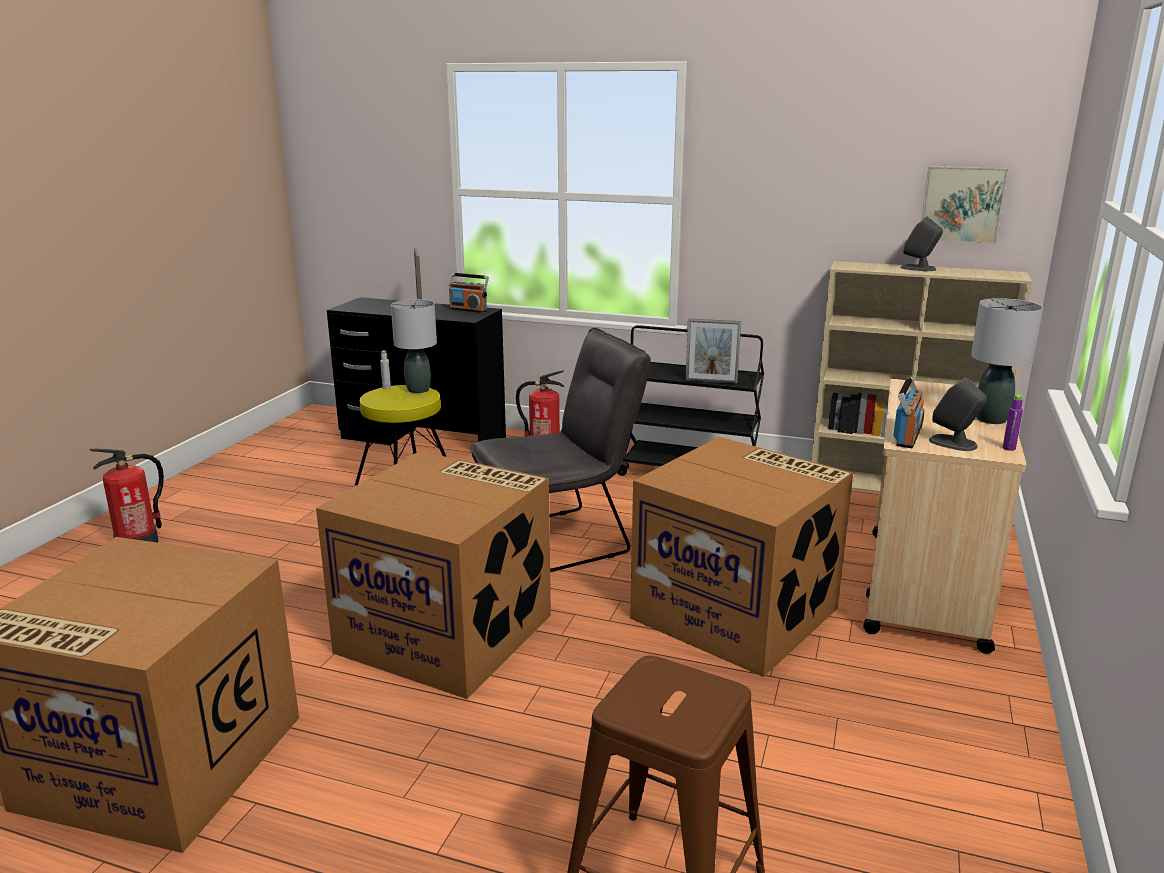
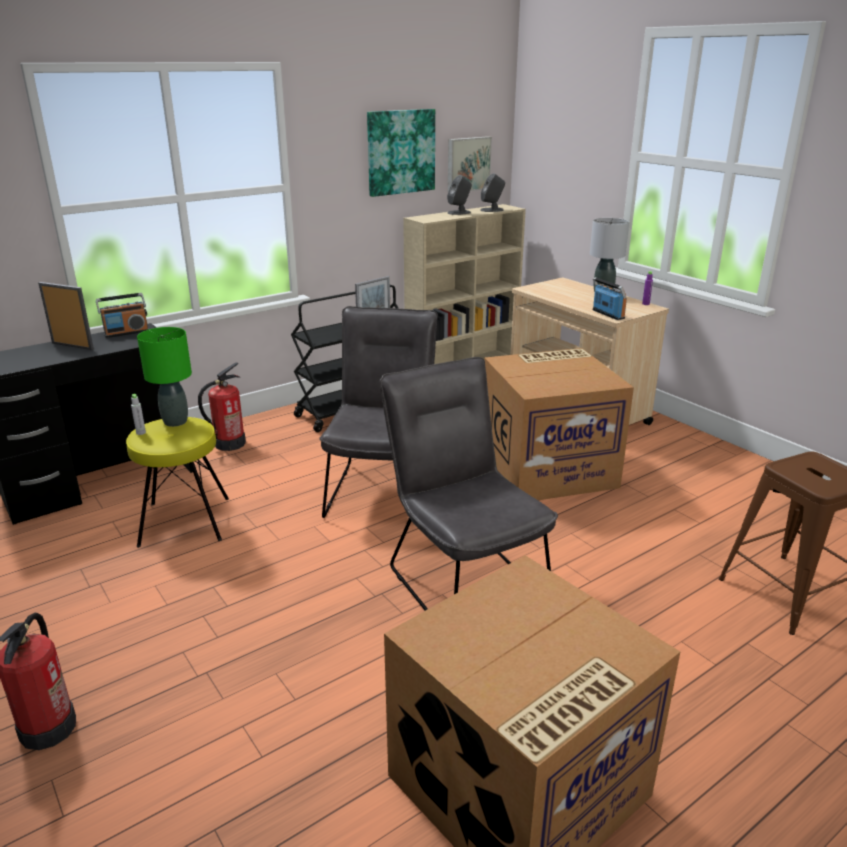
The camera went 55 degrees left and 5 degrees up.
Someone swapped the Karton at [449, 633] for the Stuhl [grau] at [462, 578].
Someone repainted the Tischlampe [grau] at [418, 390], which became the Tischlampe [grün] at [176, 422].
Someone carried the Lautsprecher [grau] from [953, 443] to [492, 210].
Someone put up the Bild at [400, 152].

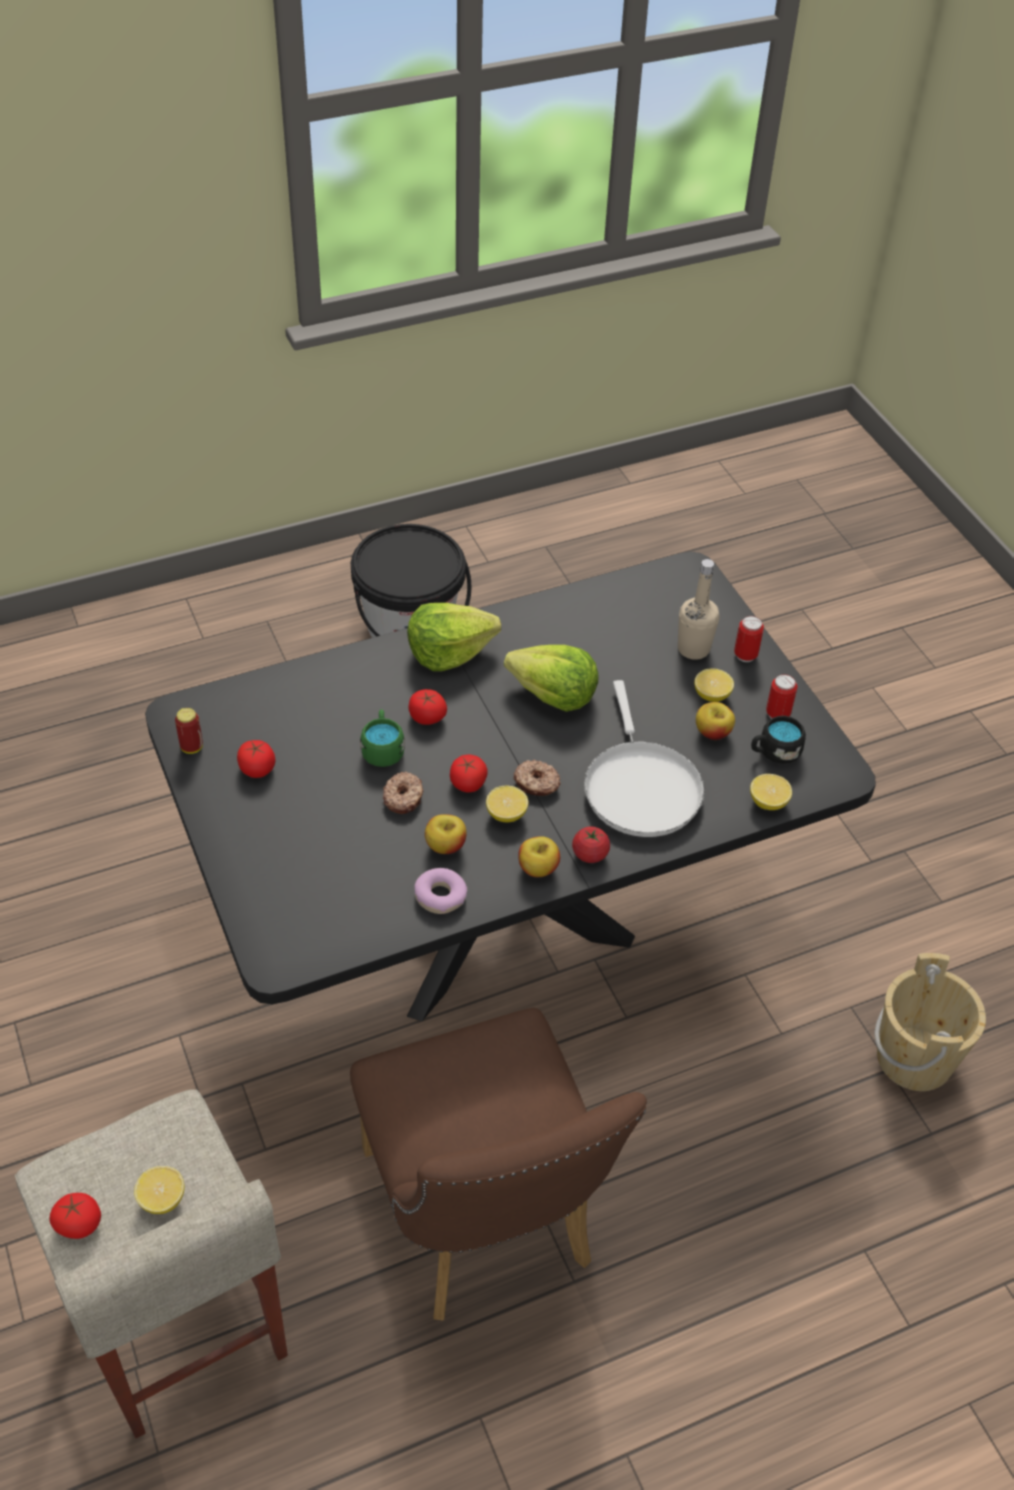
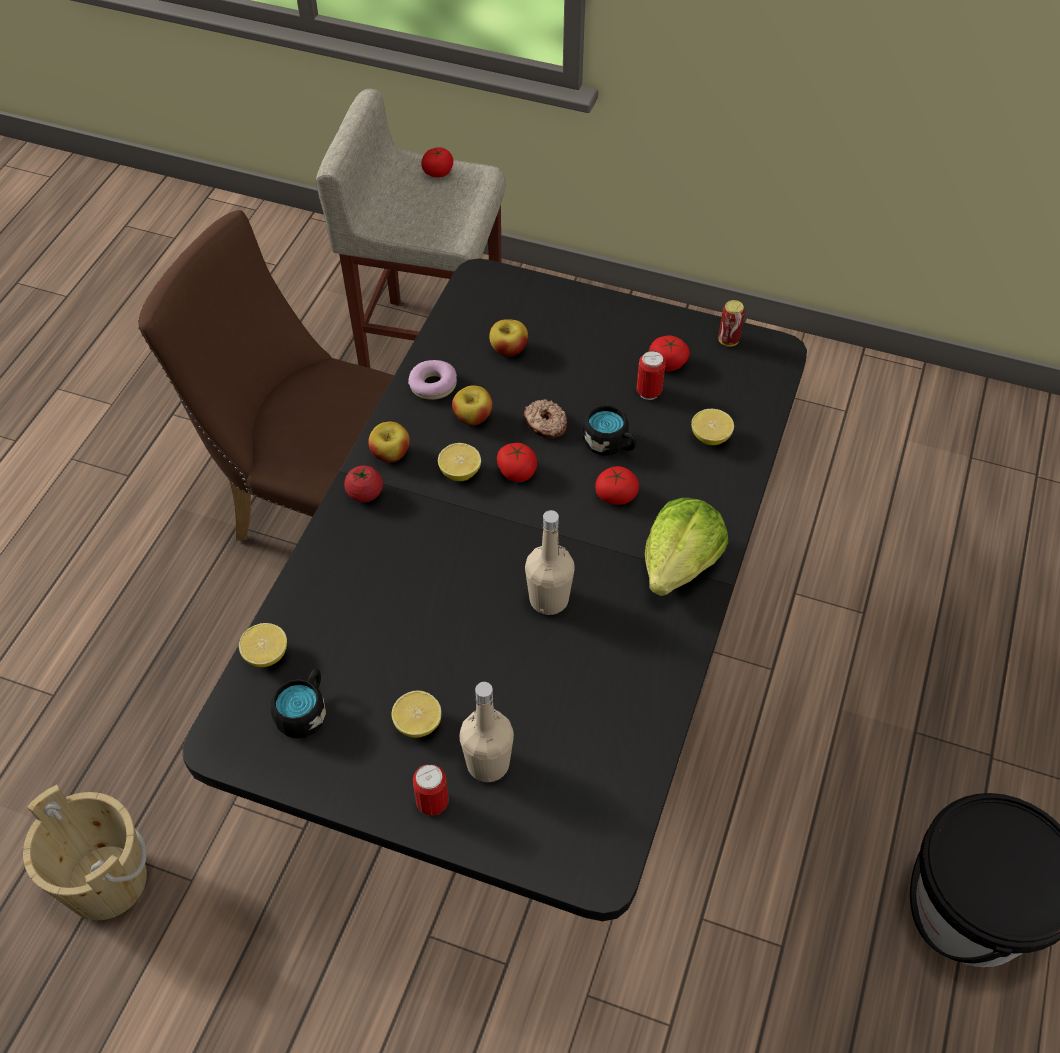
The camera went 135 degrees right and 5 degrees up.
Someone carried the Zitrone from [162, 1199] to [710, 437].
Someone repainted the Henkelbecher [grün] at [382, 748], which became the Henkelbecher [schwarz] at [610, 444].
Someone swapped the Salatkopf at [553, 695] for the Flasche [beige] at [549, 599].
Someone took away the Donut at [536, 783].
Someone took away the Pfanne [weiß] at [640, 787].
Someone carried the Apfel from [712, 732] to [508, 349].
Someone carried the Dose from [777, 714] to [648, 392].

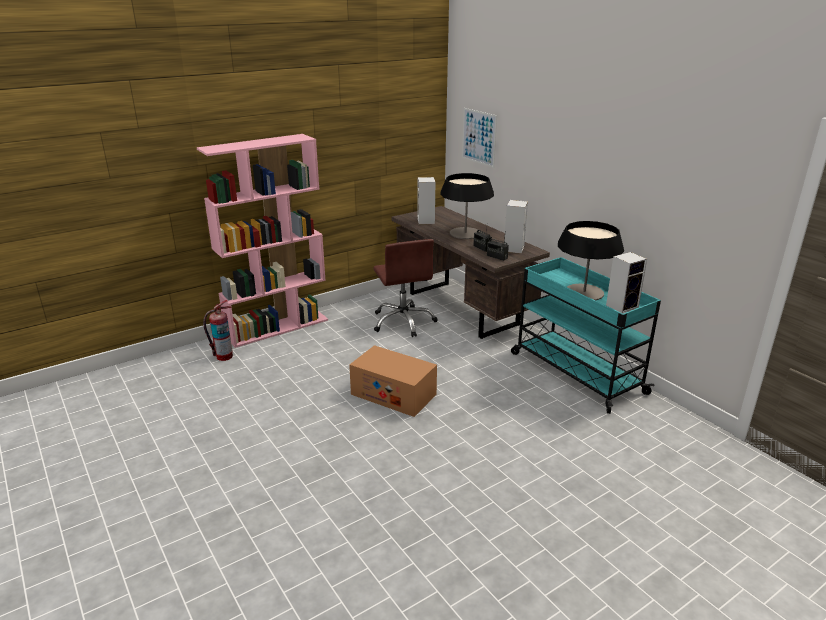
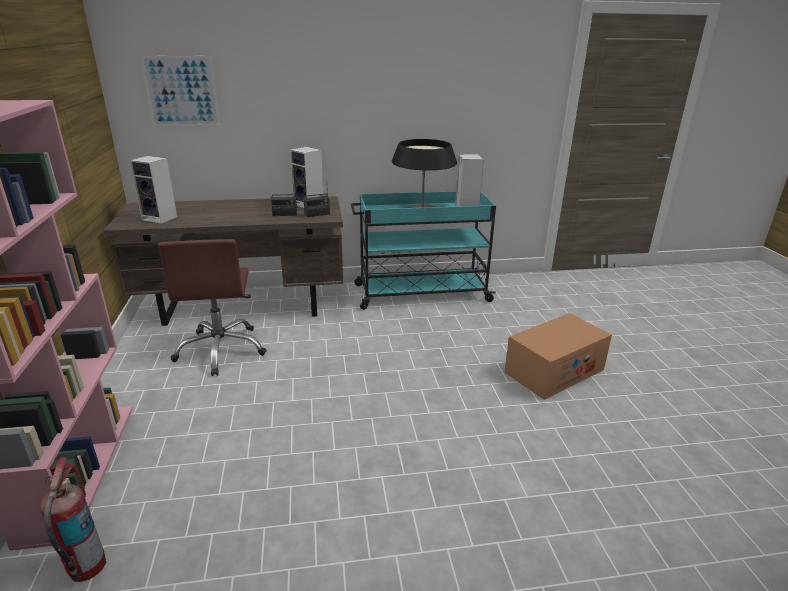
The camera went 65 degrees left and 0 degrees up.
Someone carried the Karton from [393, 394] to [554, 371].
Someone rotated the Bürostuhl [braun] at [403, 321] by 75 degrees clockwise.
Someone took away the Tischlampe at [465, 233].

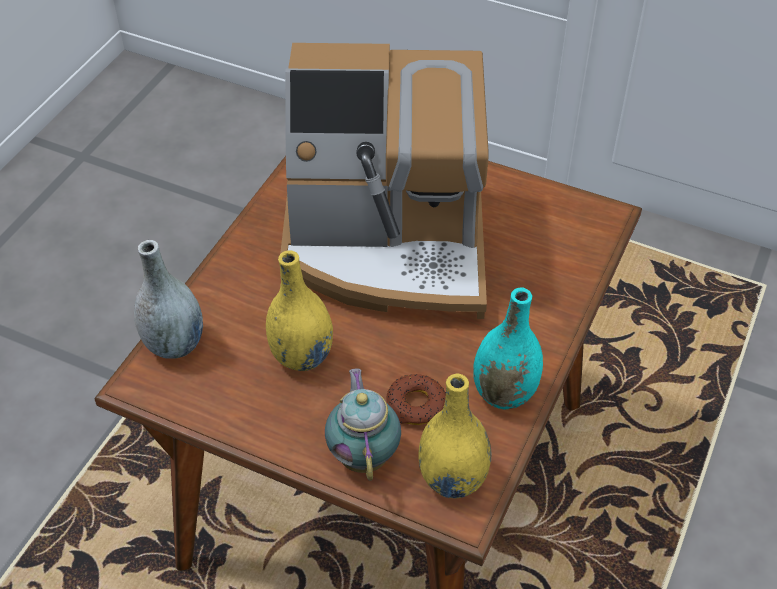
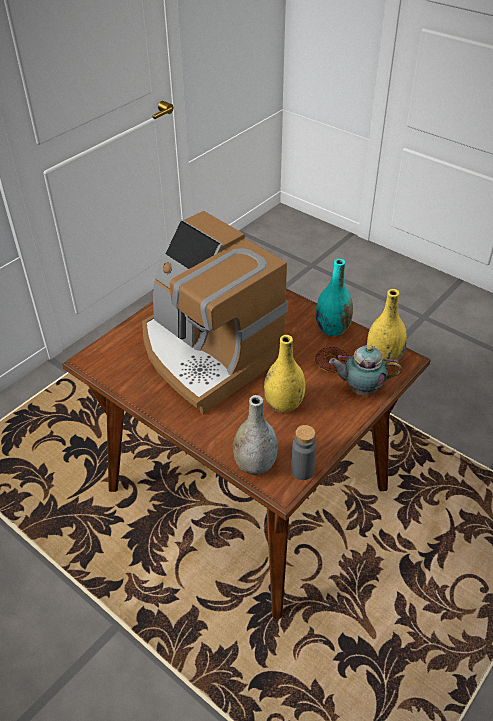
The camera went 75 degrees left and 5 degrees down.
Someone rotated the Kaffeemaschine at [388, 246] by 120 degrees clockwise.
Someone put down the Flasche [grau] at [302, 471].

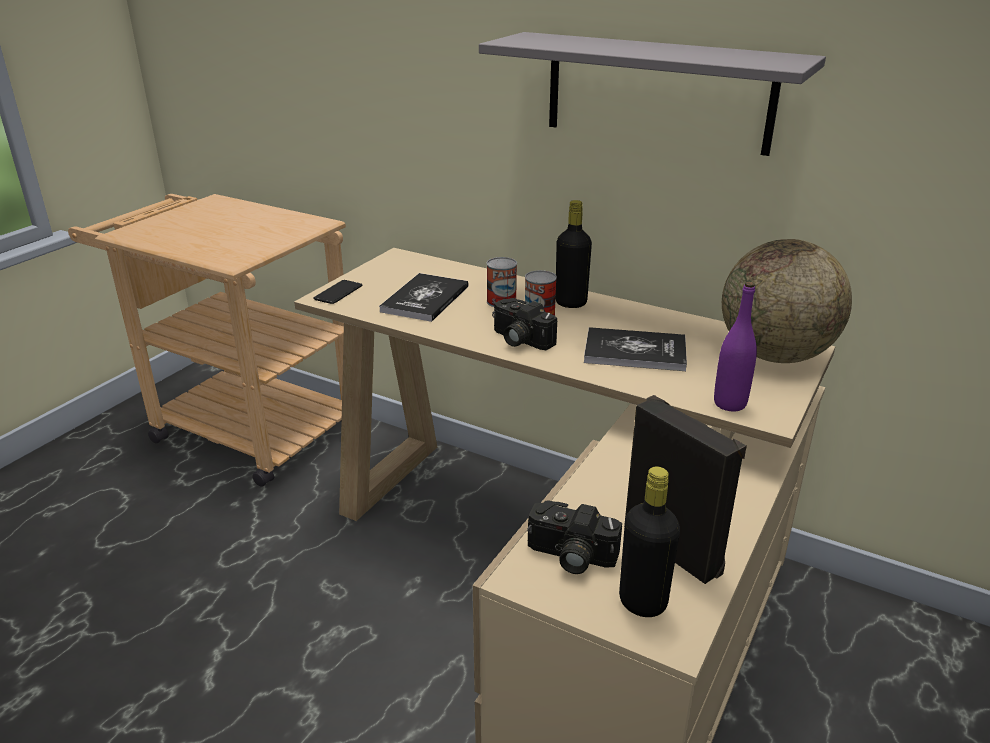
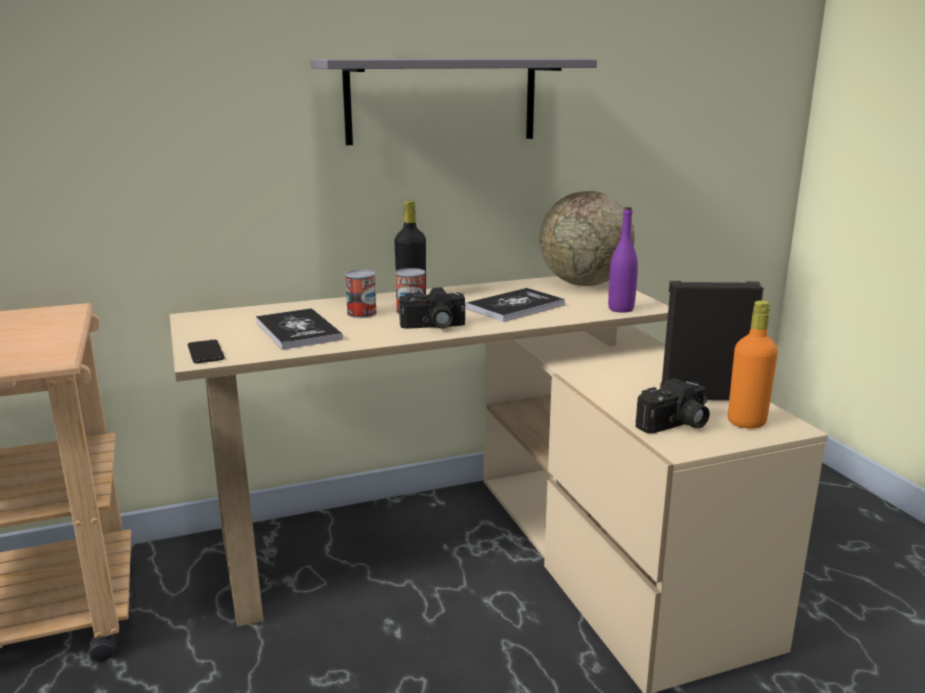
The camera went 50 degrees left and 10 degrees down.
Someone repainted the Flasche [schwarz] at [642, 602], which became the Flasche [orange] at [746, 422].

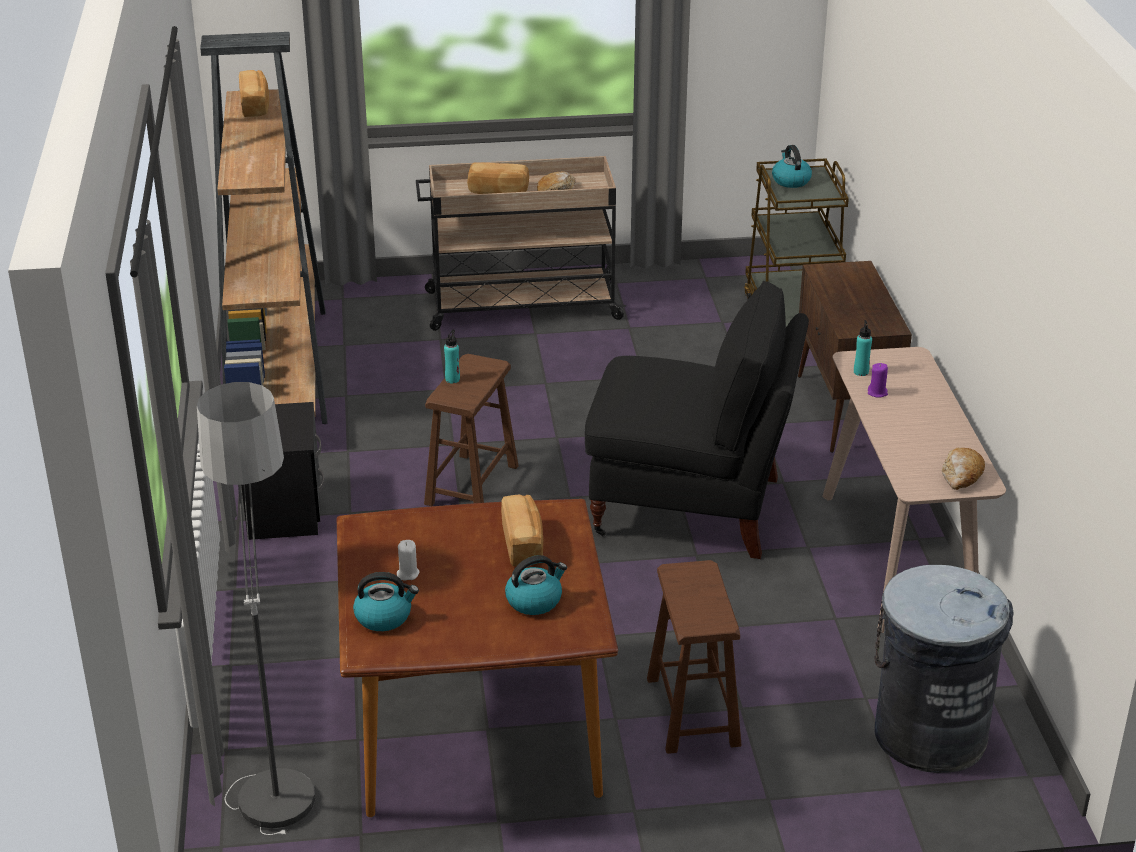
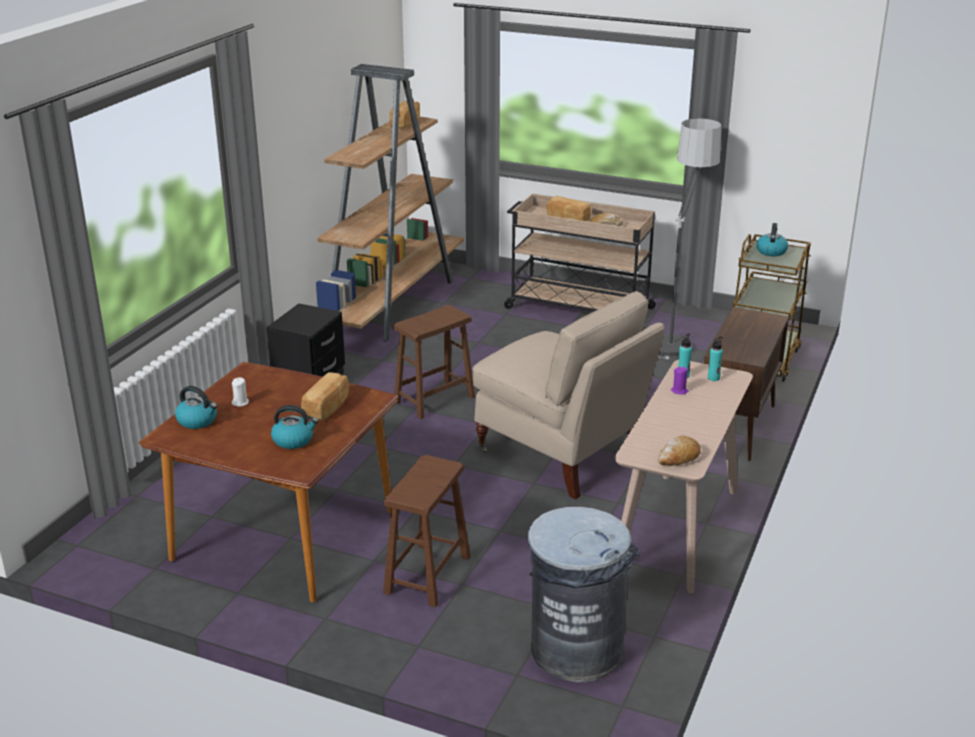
The camera went 30 degrees right and 5 degrees down.
Someone carried the Stehlampe from [271, 760] to [675, 334].
Someone carried the Flasche [türkis] from [452, 379] to [713, 378].
Someone repainted the Stuhl [schwarz] at [691, 507], which became the Stuhl [beige] at [562, 454].

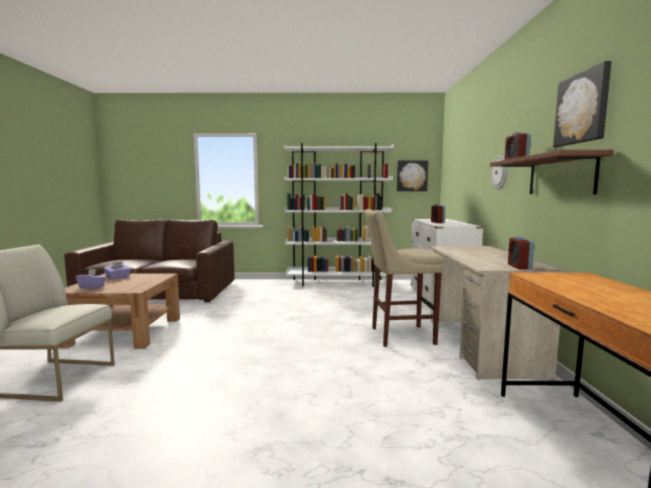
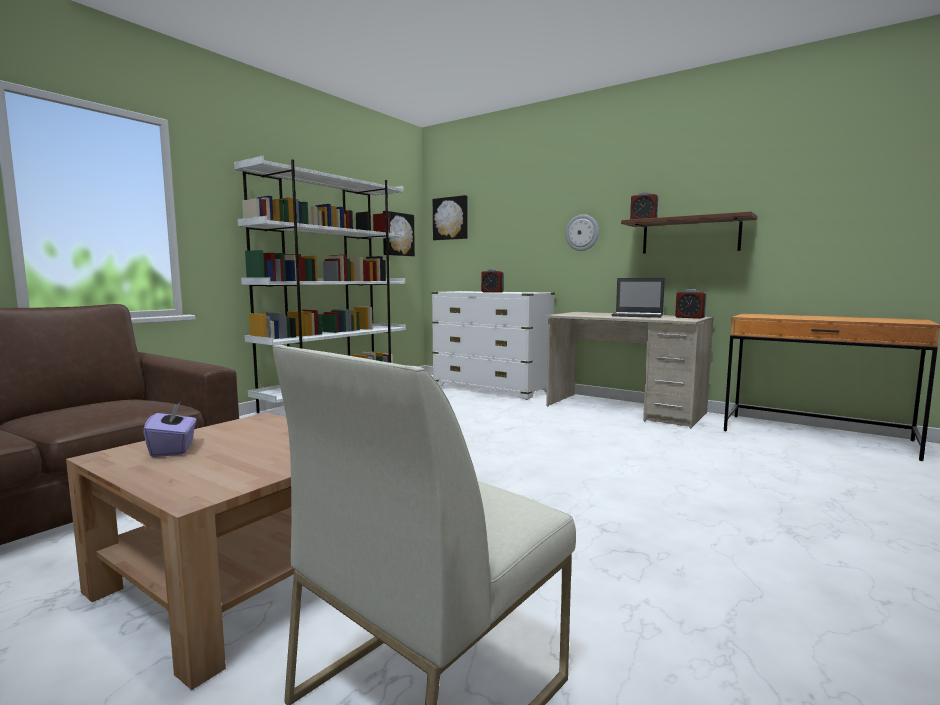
The camera went 55 degrees left and 0 degrees up.
Someone took away the Taschentuchbox [lila] at [92, 287].
Someone took away the Hocker [beige] at [399, 335].
Someone carried the Bild from [583, 108] to [451, 218].
Someone put down the Laptop at [638, 315].

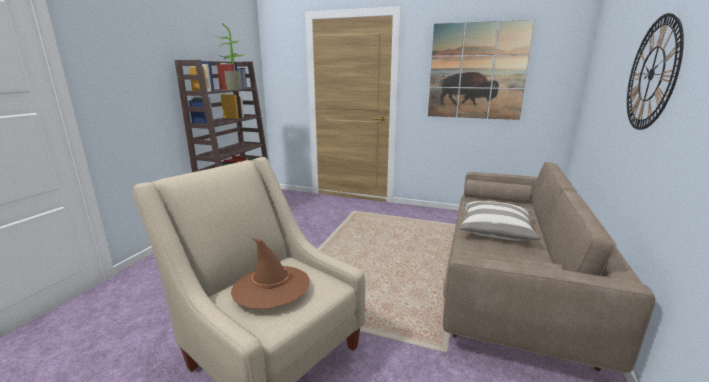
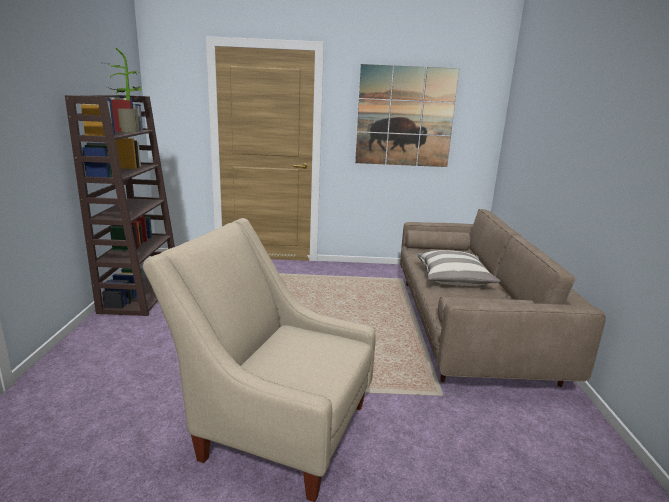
The camera went 20 degrees left and 0 degrees up.
Someone took away the Hut [braun] at [271, 286].
Someone took away the Wanduhr at [651, 74].

